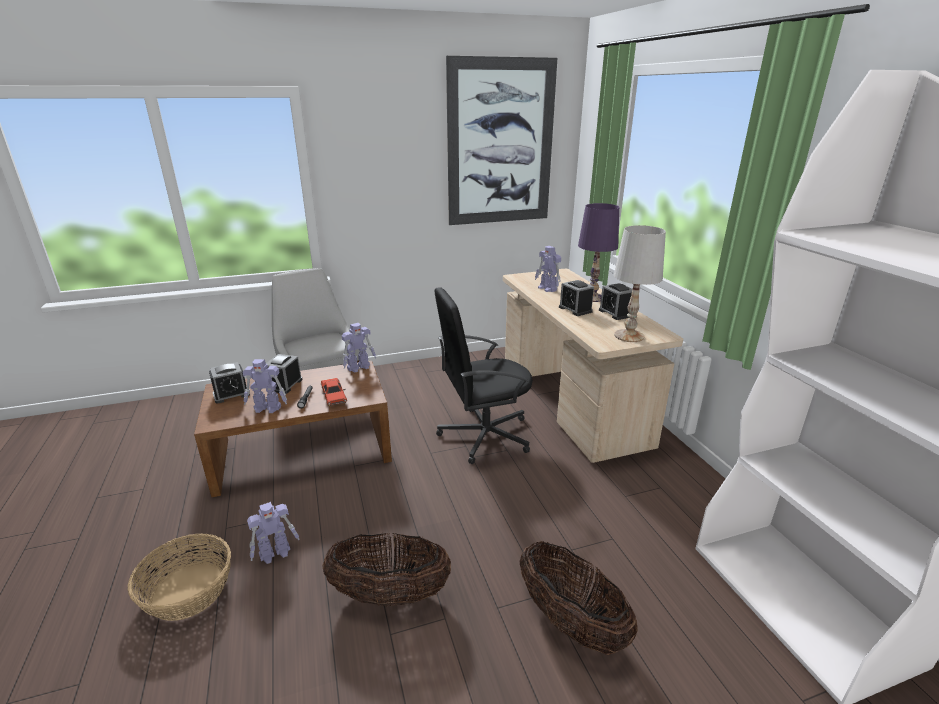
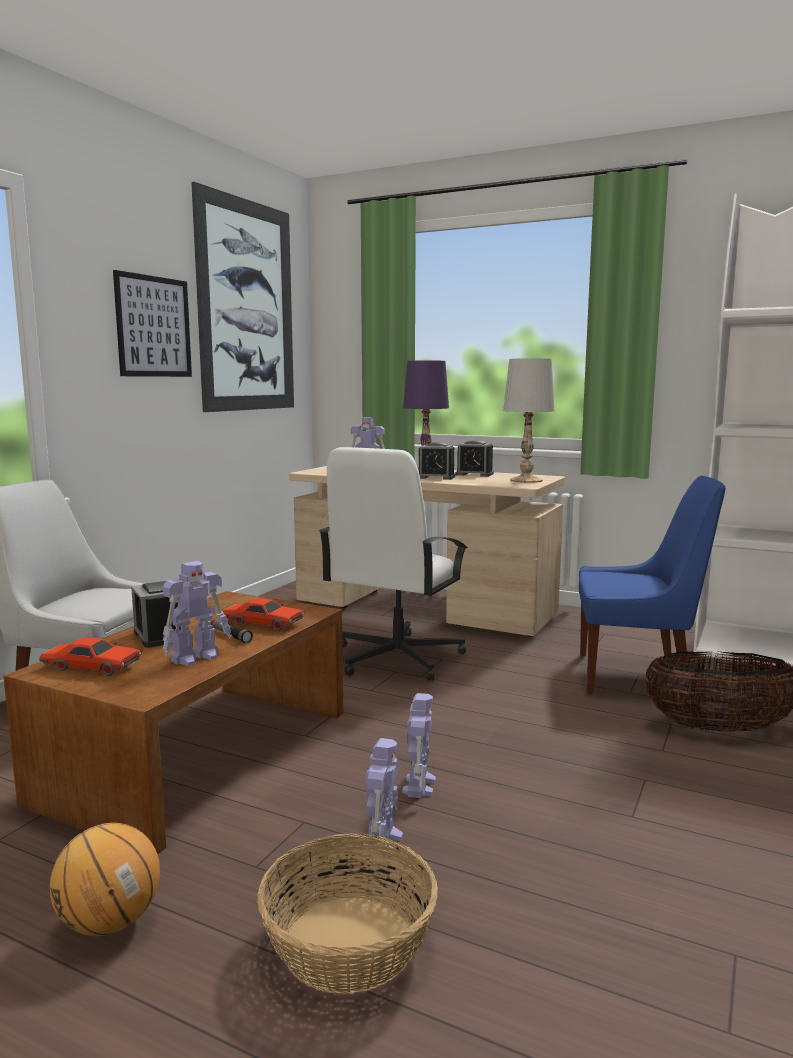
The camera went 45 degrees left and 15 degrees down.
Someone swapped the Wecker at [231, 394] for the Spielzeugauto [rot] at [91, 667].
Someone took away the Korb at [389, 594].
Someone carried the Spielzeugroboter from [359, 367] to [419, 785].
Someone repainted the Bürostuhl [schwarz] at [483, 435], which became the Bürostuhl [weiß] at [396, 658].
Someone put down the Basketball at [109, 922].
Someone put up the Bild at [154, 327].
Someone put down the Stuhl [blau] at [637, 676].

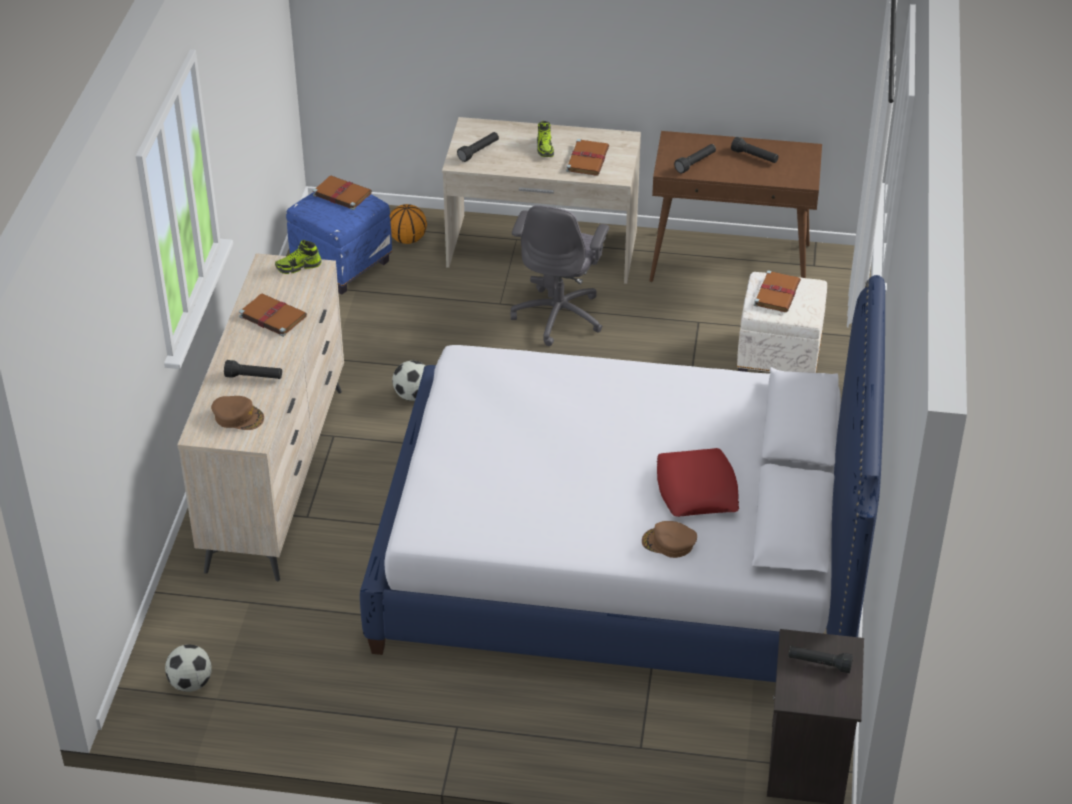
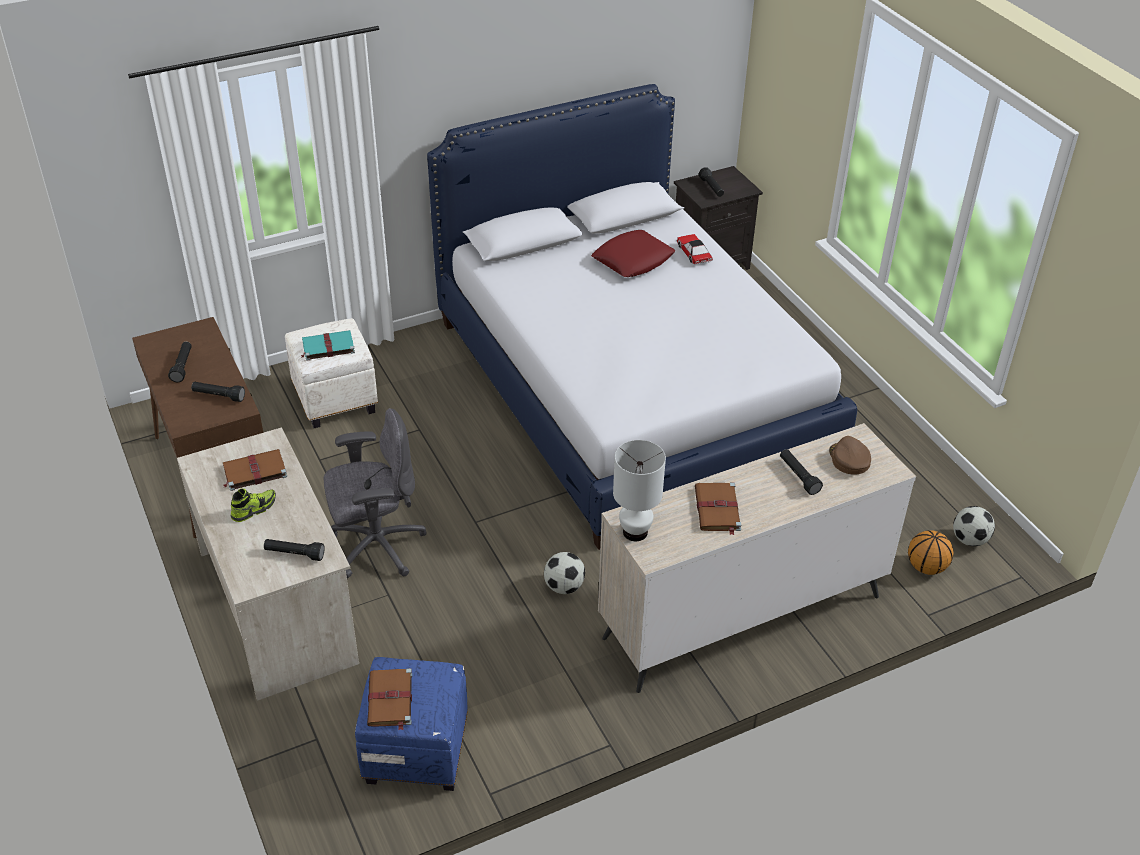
The camera went 125 degrees left and 0 degrees up.
Someone swapped the Schuh at [298, 266] for the Tischlampe [weiß] at [635, 532].
Someone carried the Basketball from [407, 239] to [926, 567].
Someone swapped the Kappe [braun] at [669, 543] for the Spielzeugauto at [694, 253].
Someone repainted the Buch [braun] at [777, 293], which became the Buch [türkis] at [327, 347].

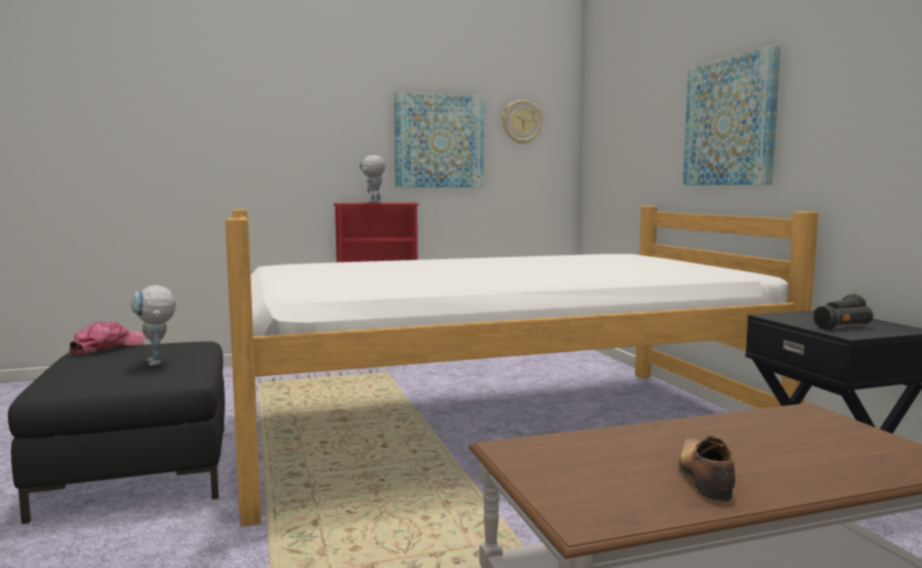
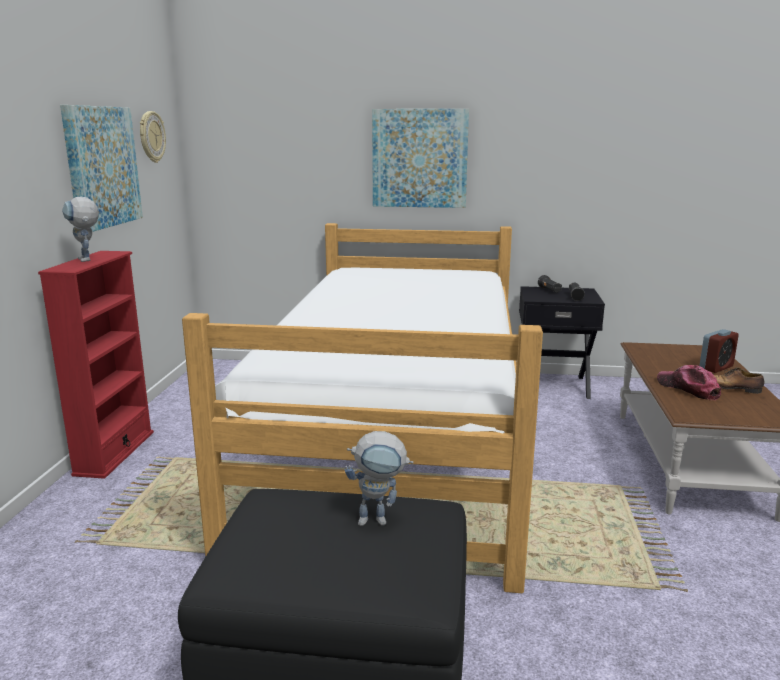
The camera went 65 degrees left and 10 degrees up.
Someone carried the Kappe from [107, 347] to [688, 389].
Someone put down the Wecker at [716, 367].

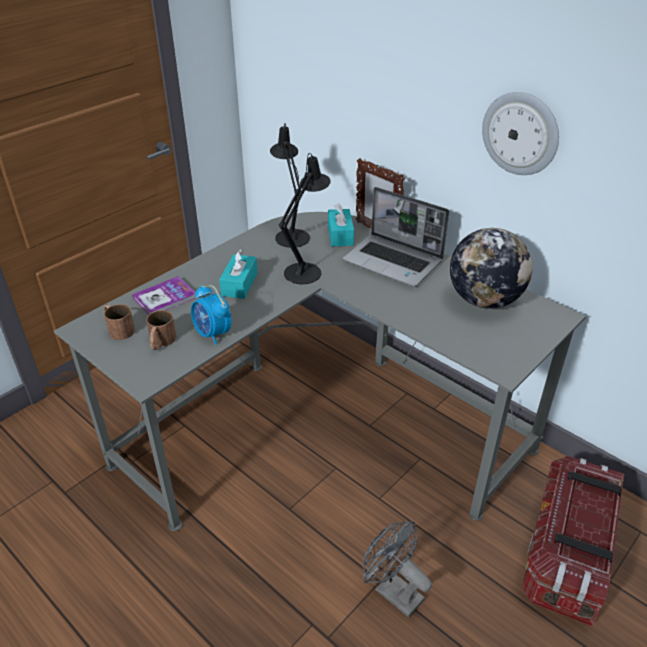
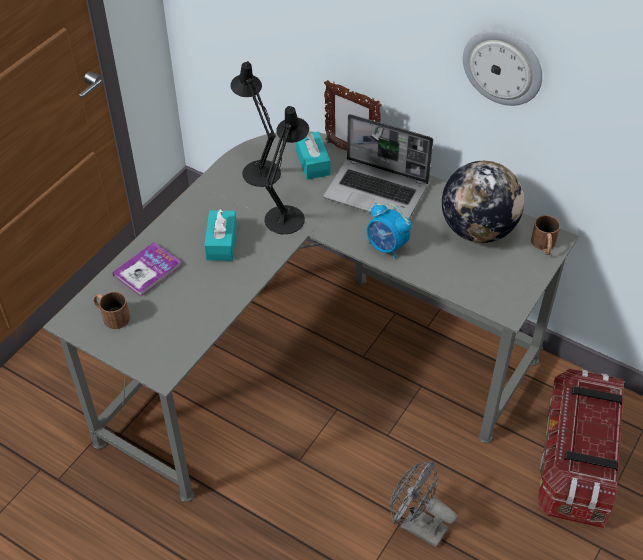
The camera went 10 degrees left and 10 degrees up.
Someone carried the Henkelbecher [braun] from [161, 342] to [544, 246].
Someone carried the Wecker from [213, 334] to [386, 247].

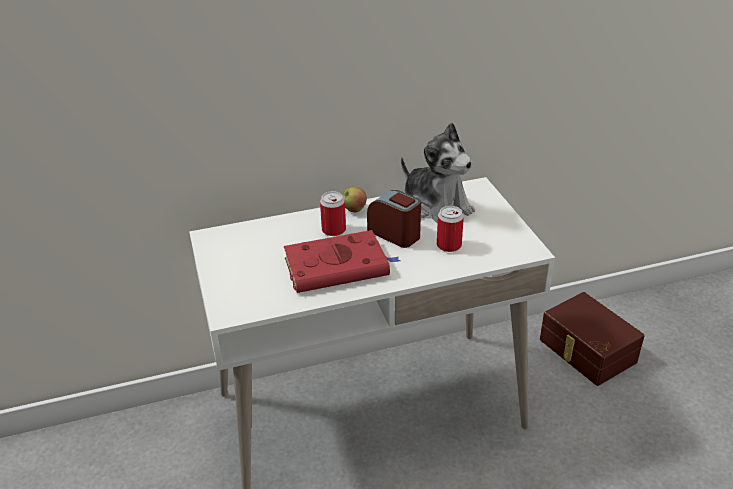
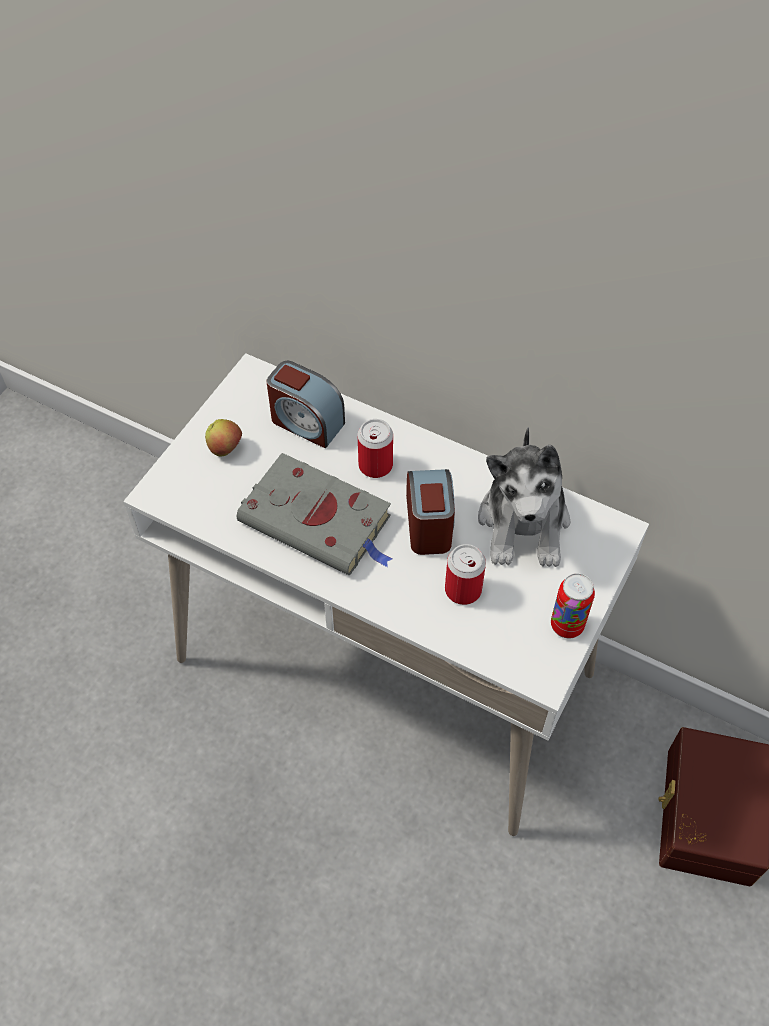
The camera went 45 degrees right and 20 degrees up.
Someone repainted the Buch [rot] at [339, 267], which became the Buch [grau] at [319, 521].
Someone carried the Apfel from [354, 210] to [225, 449].
Someone put down the Wecker at [306, 422].
Someone put down the Dose at [567, 625].

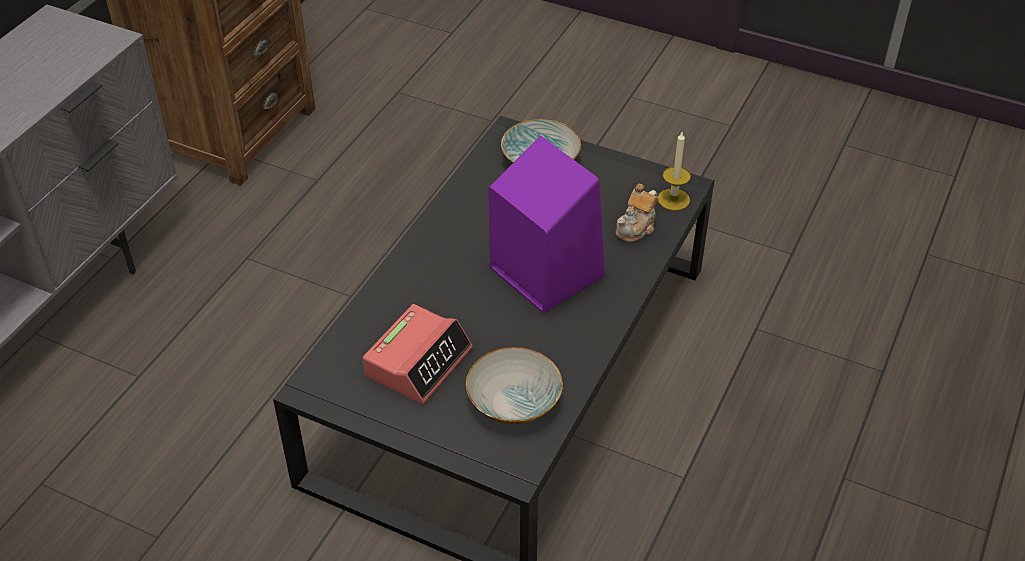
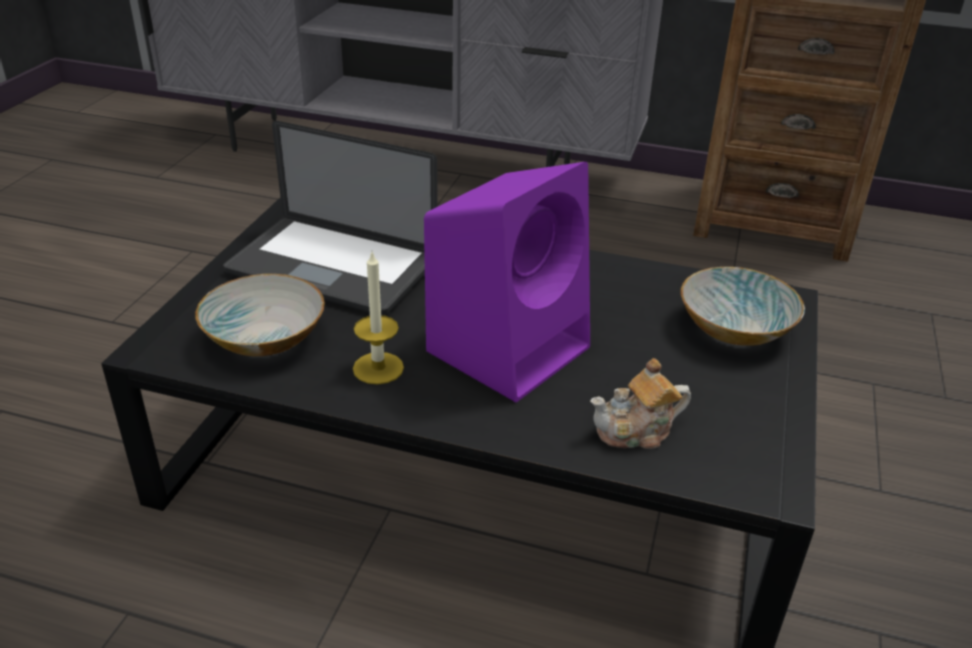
The camera went 80 degrees right and 10 degrees down.
Someone swapped the Wecker at [418, 362] for the Laptop at [332, 268].
Someone rotated the Teekanne at [636, 227] by 45 degrees counterclockwise.
Someone carried the Kerze from [673, 199] to [378, 368].

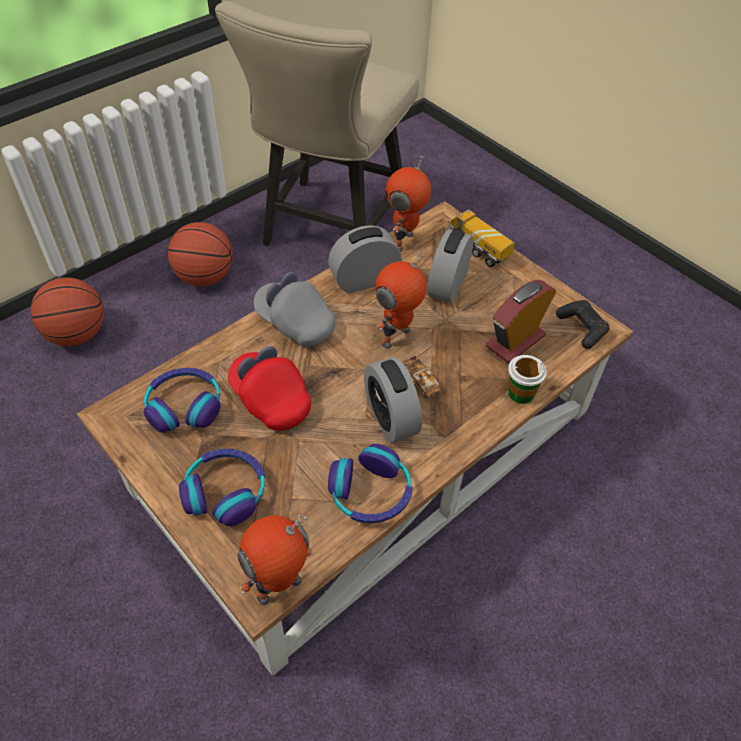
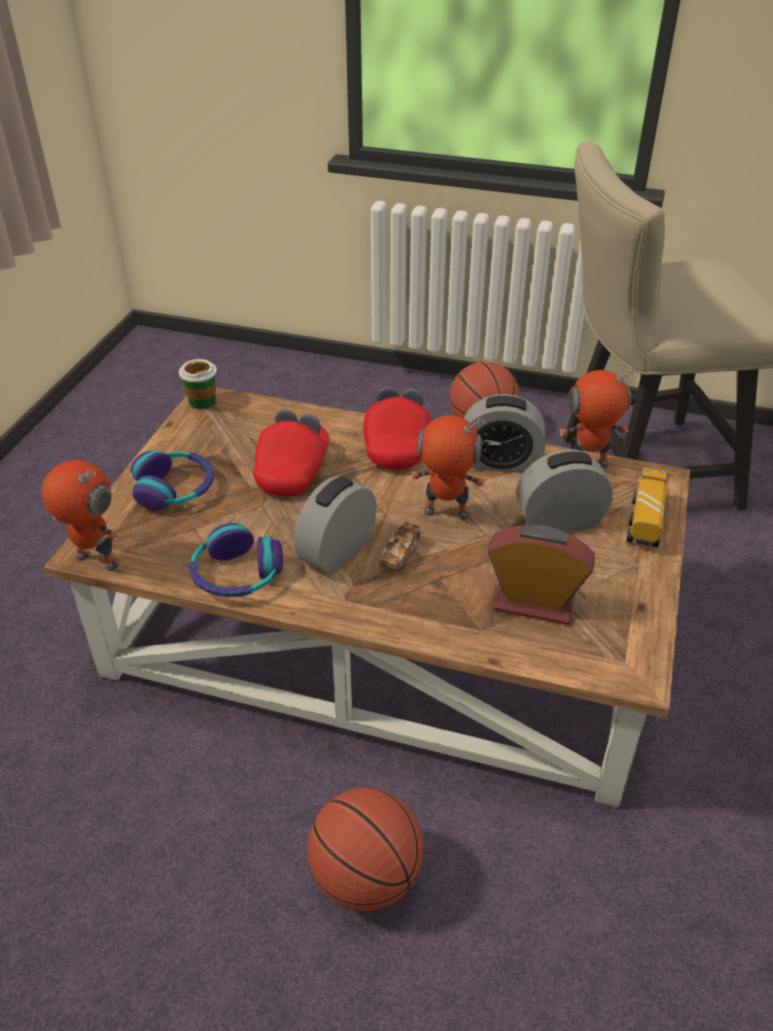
The camera went 60 degrees right and 10 degrees down.
Someone carried the Basketball from [77, 334] to [366, 877].
Someone took away the Kopfhörer at [184, 406].
Someone repainted the Kappe [grau] at [295, 323], which became the Kappe [rot] at [397, 445].
Someone rotated the Wecker at [364, 280] by 150 degrees clockwise.
Someone carried the Tasse from [520, 393] to [202, 401].
Someone took away the Gamepad [schwarz] at [582, 328].

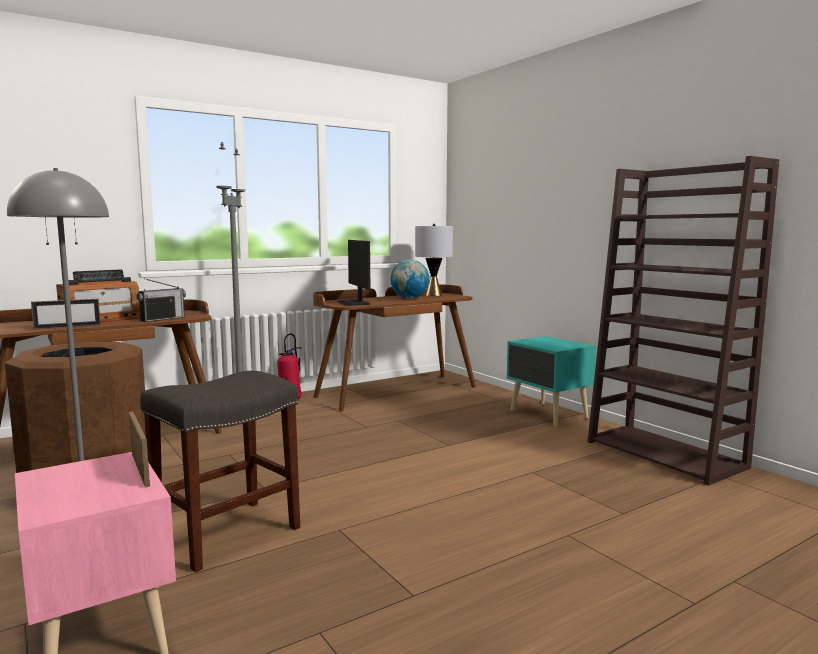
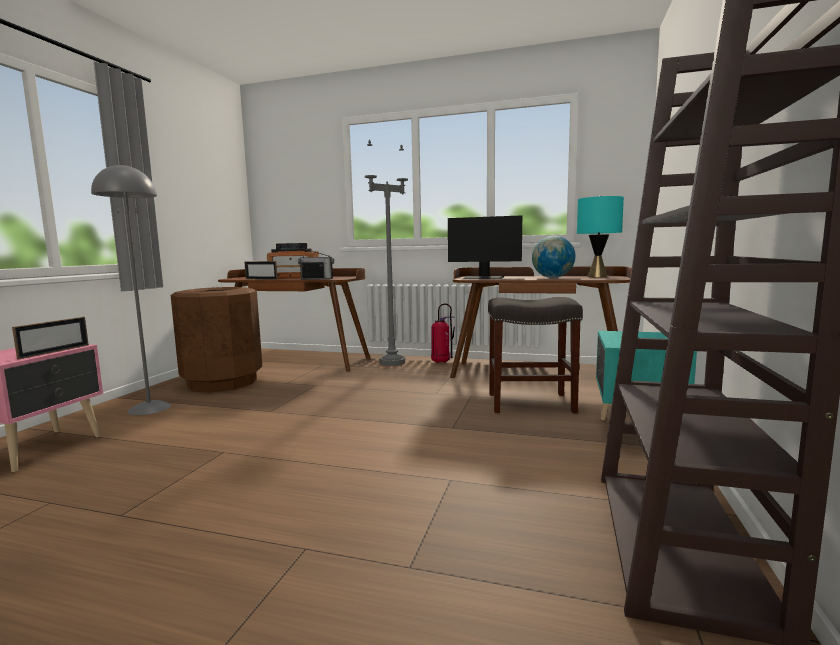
The camera went 50 degrees right and 0 degrees up.
Someone carried the Hocker [grau] from [226, 534] to [529, 403].
Someone rotated the Monitor at [354, 303] by 105 degrees counterclockwise.
Someone repainted the Tischlampe [grau] at [433, 295], which became the Tischlampe [türkis] at [597, 276].

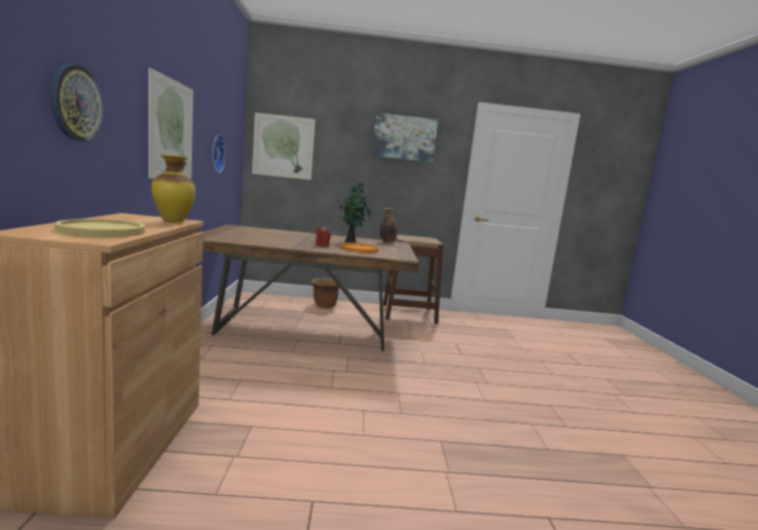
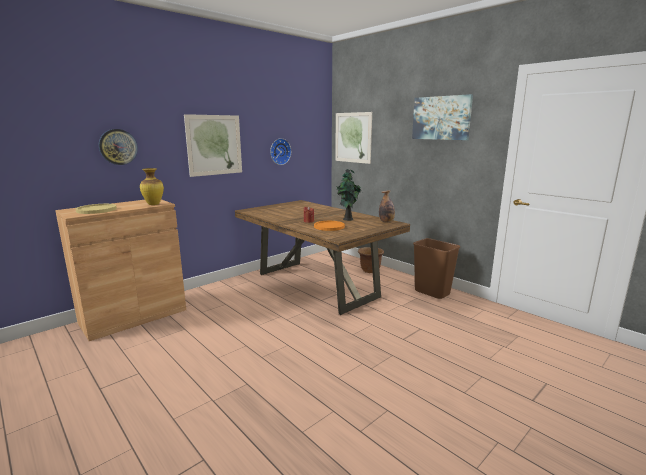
The camera went 50 degrees right and 5 degrees up.
Someone swapped the Hocker [braun] at [409, 313] for the Mülleimer [braun] at [432, 293].

